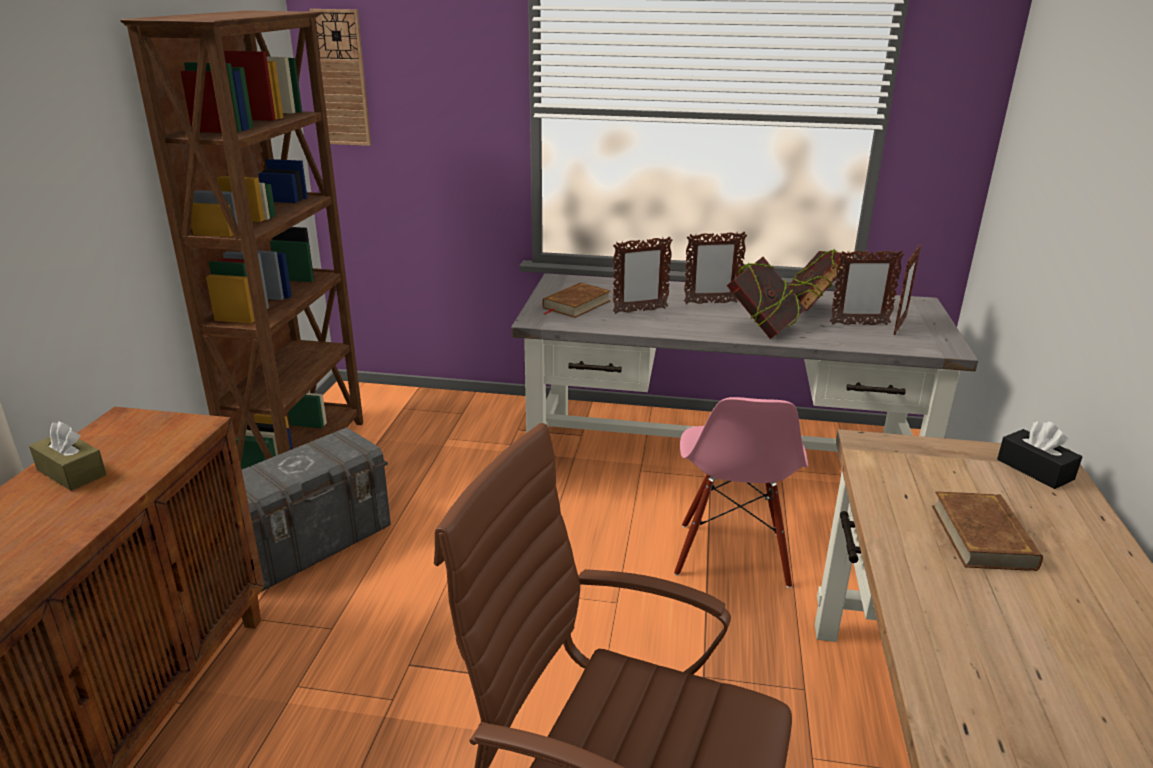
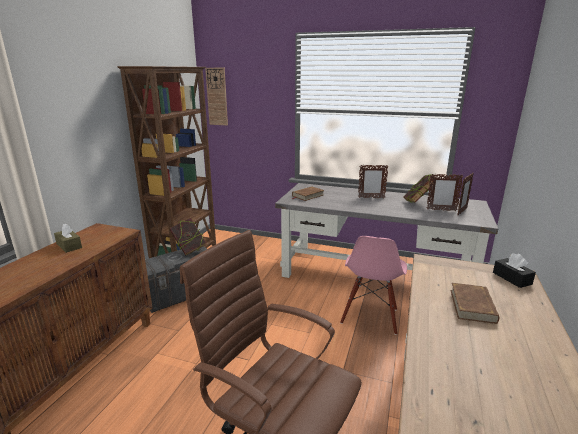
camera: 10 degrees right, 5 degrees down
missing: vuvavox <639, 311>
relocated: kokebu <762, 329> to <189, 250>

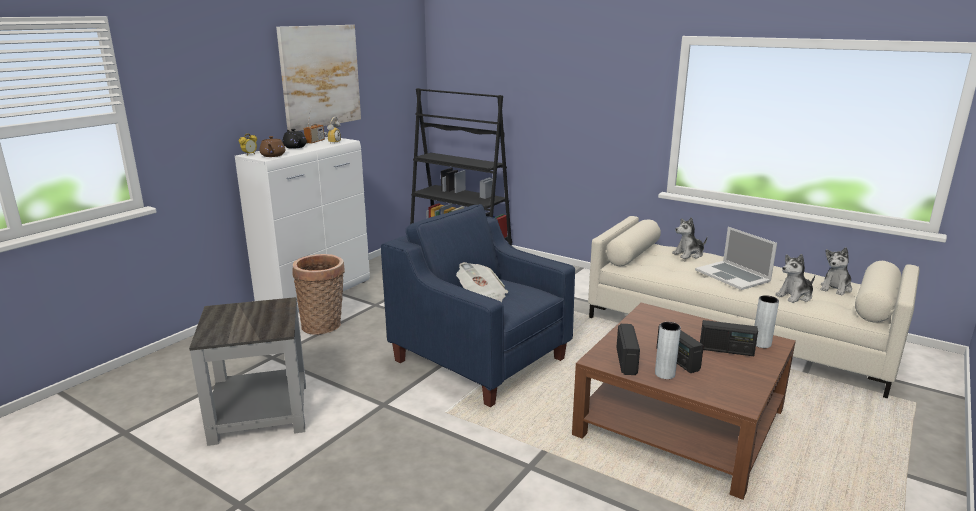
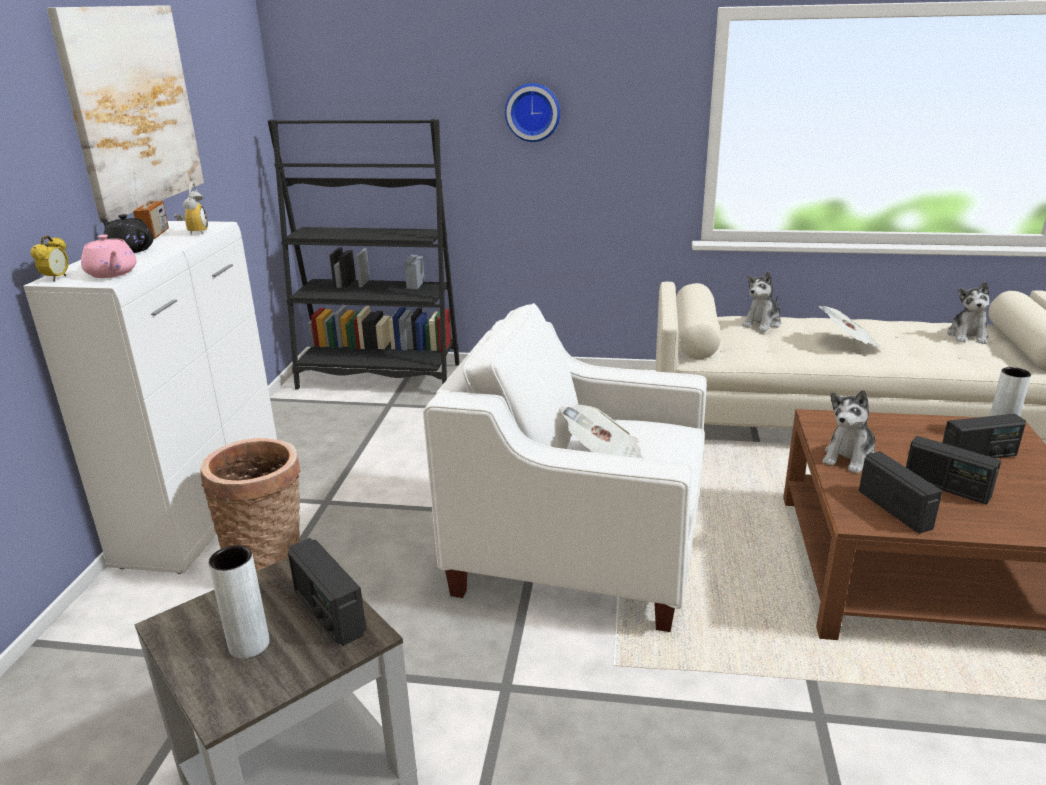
camera: 25 degrees left, 5 degrees up
appeared: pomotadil <328, 612>; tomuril <533, 112>
relocated: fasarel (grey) <664, 374> to <249, 644>; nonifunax <795, 296> to <849, 457>
exchanged: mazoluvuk <732, 275> to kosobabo <849, 343>
colour: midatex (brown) <273, 155> to midatex (pink) <112, 274>; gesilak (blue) <480, 359> to gesilak (white) <577, 552>

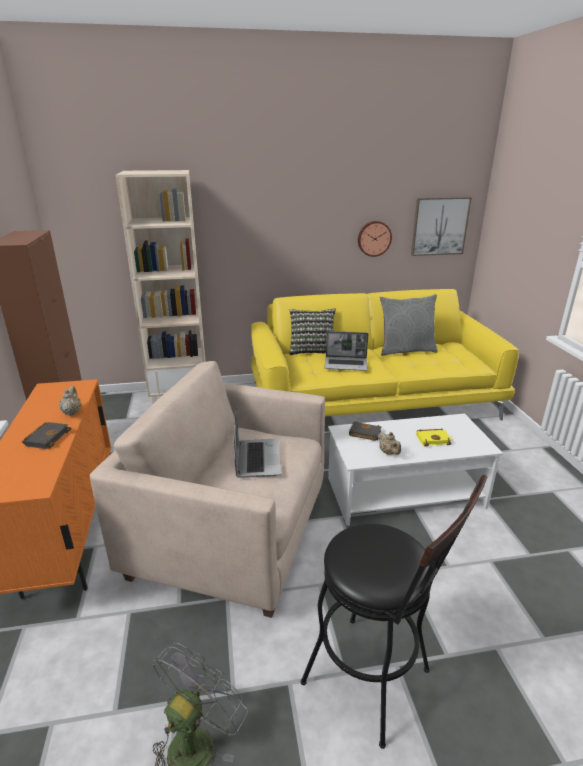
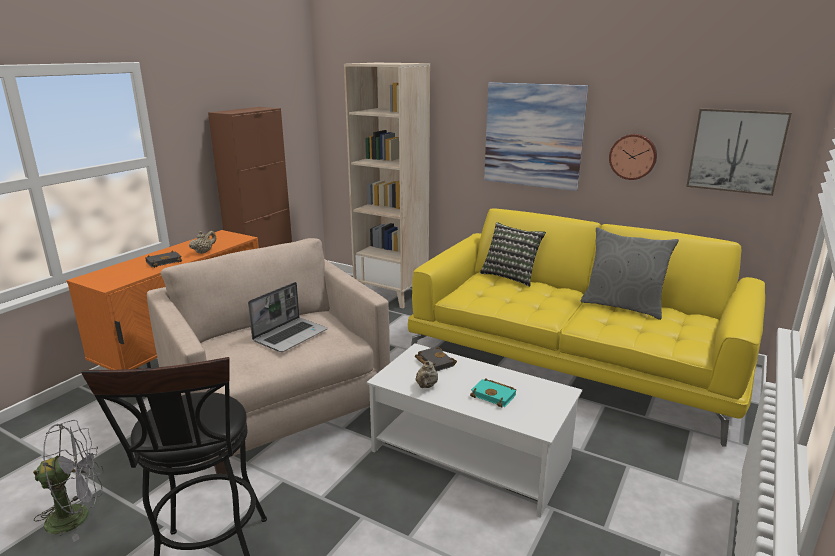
camera: 40 degrees right, 5 degrees down
missing: mazoluvuk <346, 364>
appeared: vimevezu <533, 135>
colour: kokebu (yellow) <433, 439> to kokebu (turquoise) <495, 395>

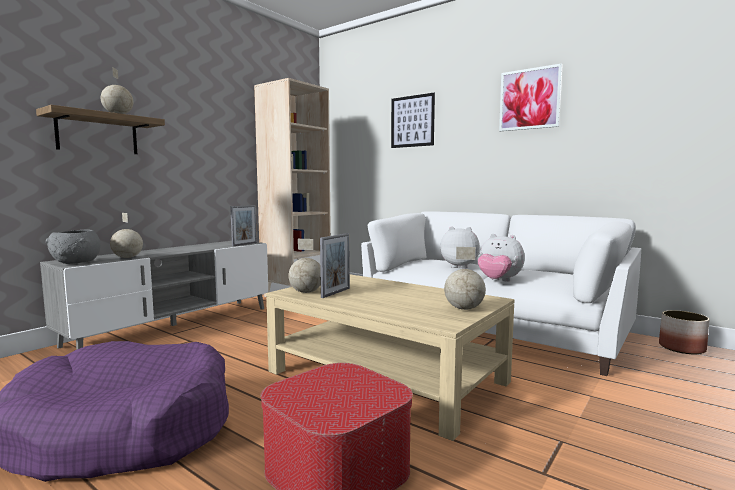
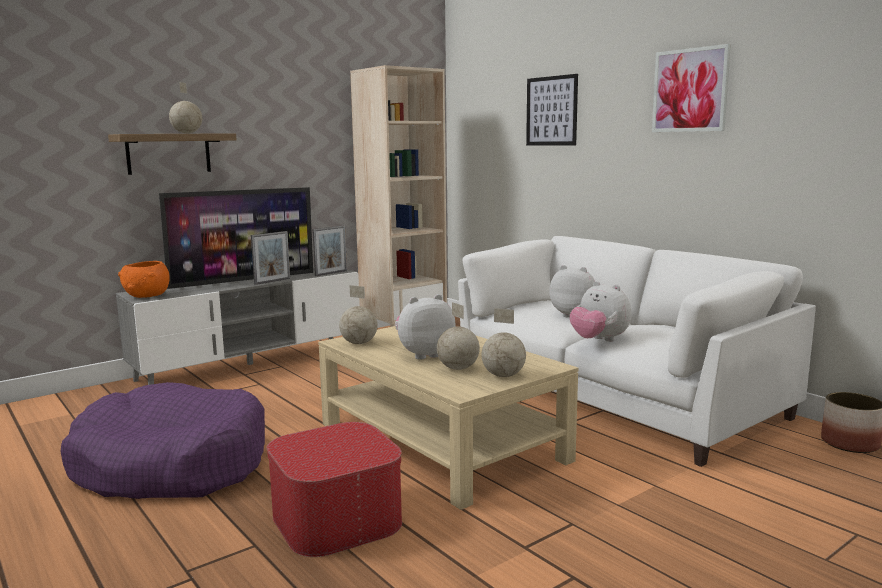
camera: 15 degrees right, 5 degrees up
appeared: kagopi <243, 280>; nonifunax <424, 354>
relocated: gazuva <127, 257> to <458, 369>; vuvavox <336, 293> to <272, 281>
colour: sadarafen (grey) <76, 263> to sadarafen (orange) <147, 296>

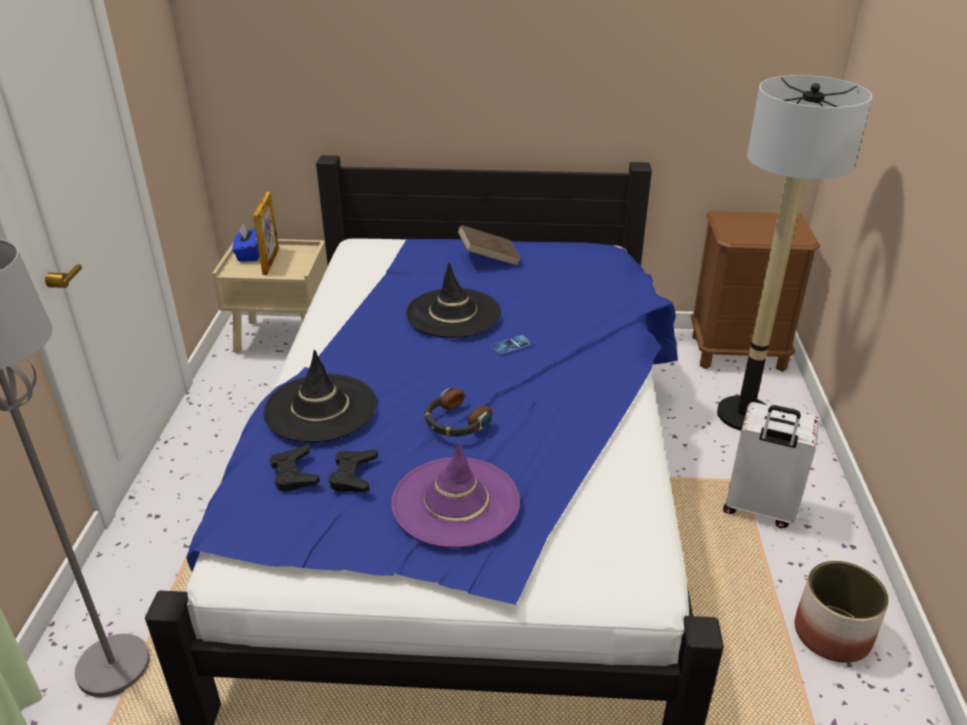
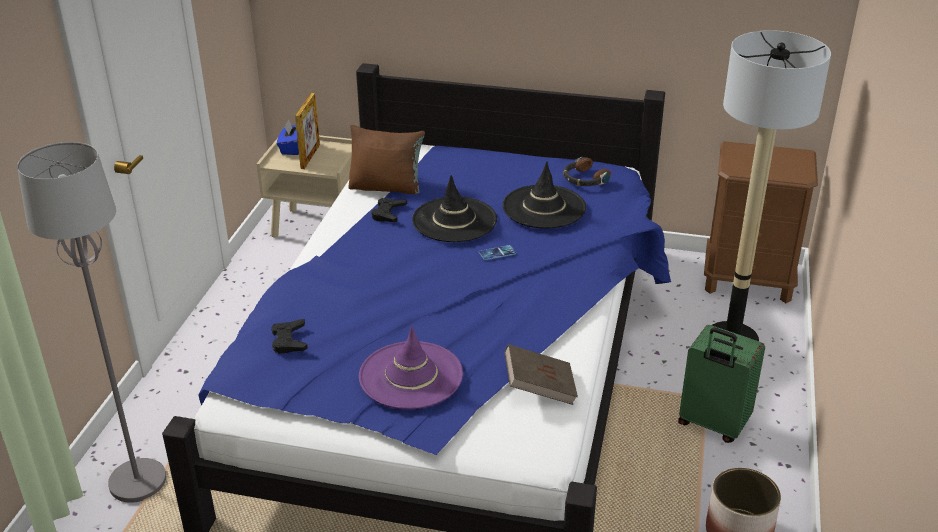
camera: 10 degrees right, 0 degrees up
appeared: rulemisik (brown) <387, 188>
relocated: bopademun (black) <320, 408> to <544, 207>; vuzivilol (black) <353, 475> to <388, 213>; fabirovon <455, 422> to <584, 179>; kokebu (brown) <488, 259> to <539, 388>
colour: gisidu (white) <758, 509> to gisidu (green) <712, 424>

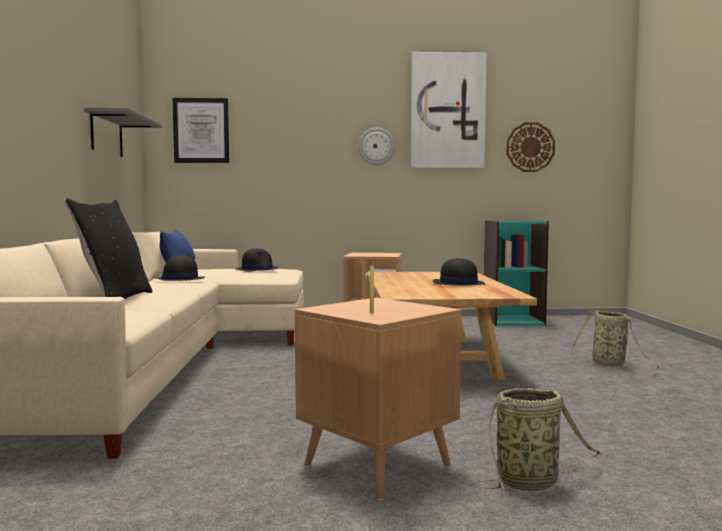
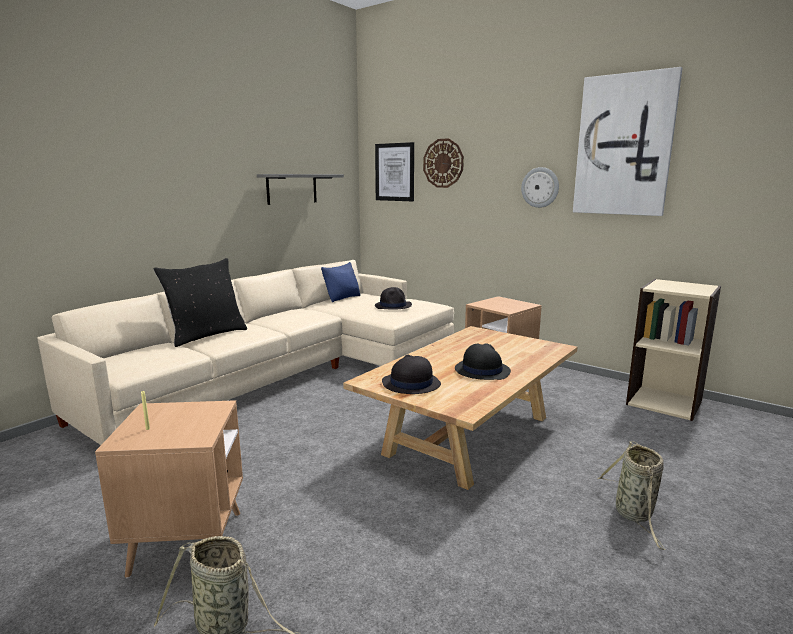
camera: 40 degrees right, 10 degrees up
relocated: bopademun (black) <179, 279> to <410, 384>; tomuril <530, 147> to <443, 163>
colour: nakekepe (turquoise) <513, 320> to nakekepe (beige) <664, 402>

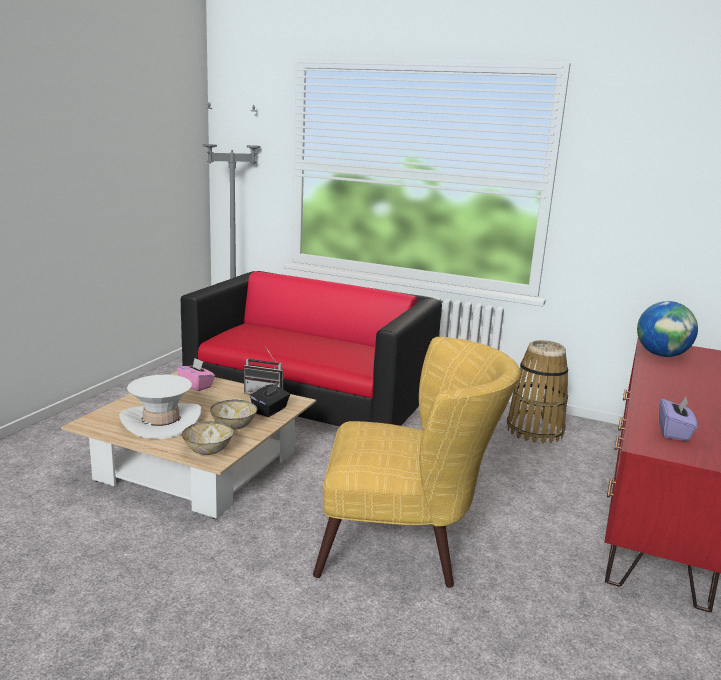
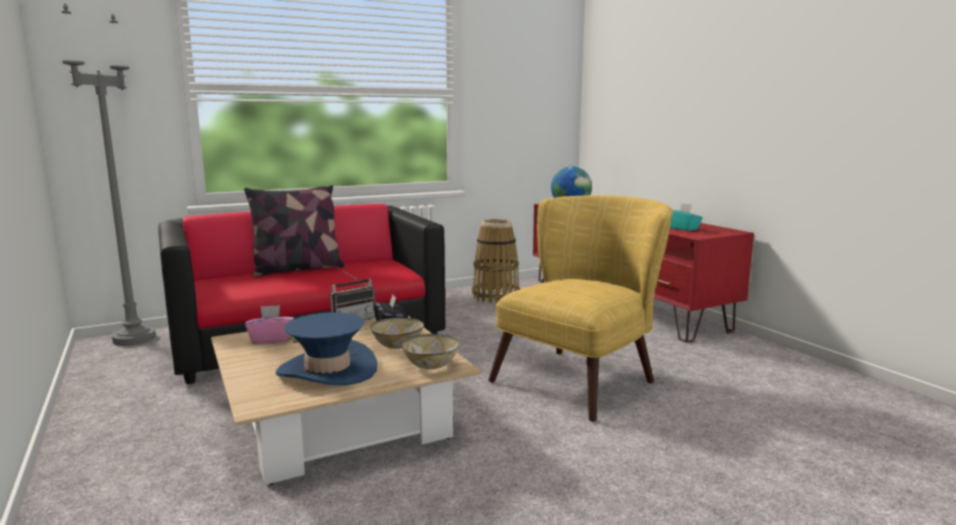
camera: 50 degrees left, 5 degrees down
appeared: rulemisik <297, 269>
colour: bopademun (white) <161, 421> to bopademun (blue) <327, 370>; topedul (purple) <674, 432> to topedul (turquoise) <682, 228>

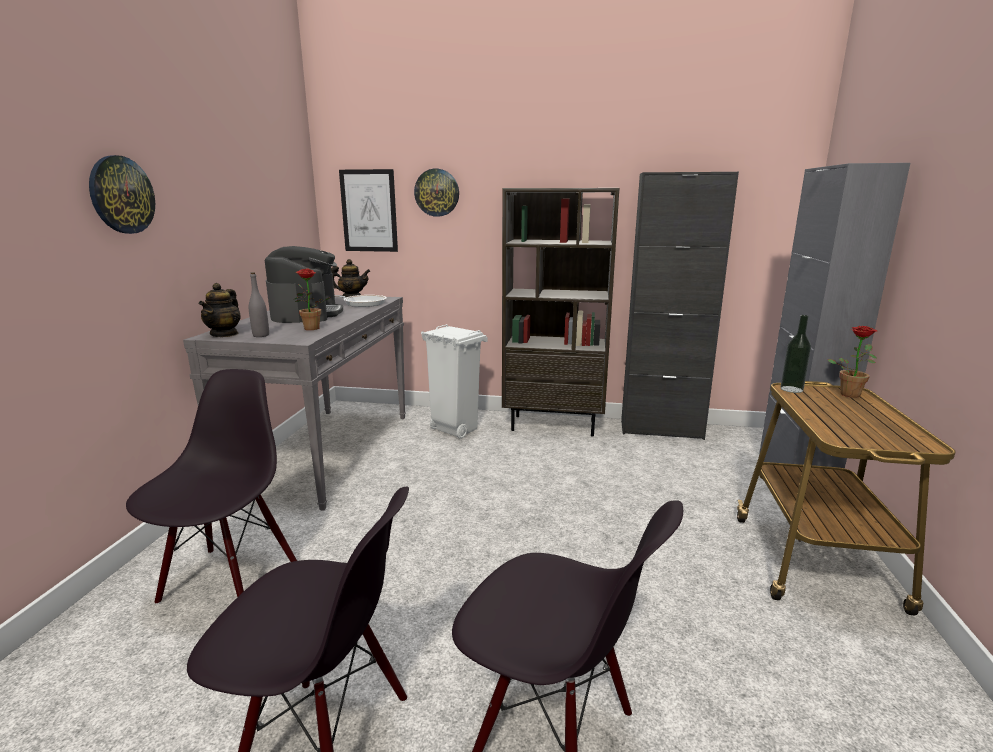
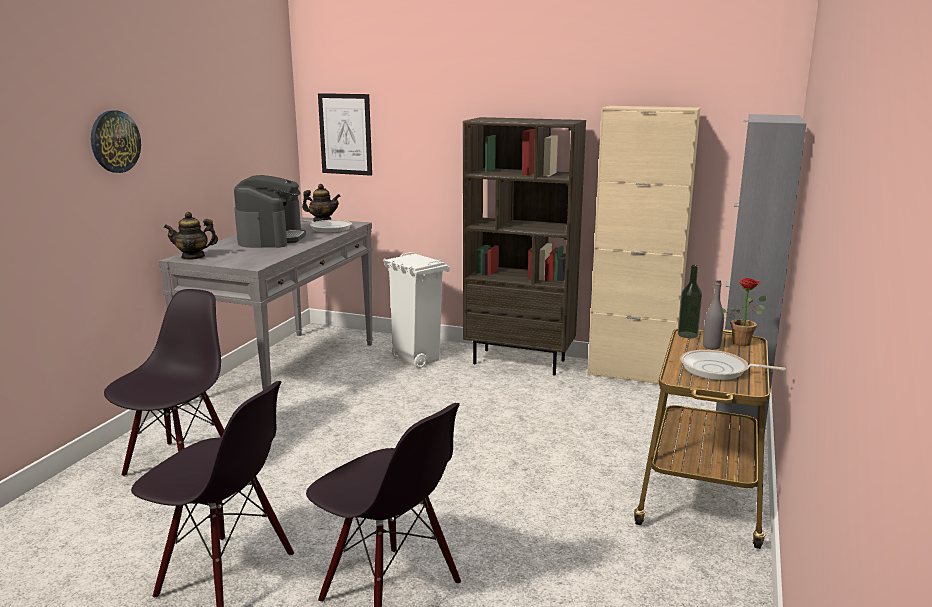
camera: 10 degrees right, 0 degrees up
missing: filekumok <312, 329>; tomuril <437, 192>
appeared: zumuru <718, 370>
relocated: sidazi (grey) <261, 335> to <711, 346>
colour: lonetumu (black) <661, 430> to lonetumu (beige) <631, 374>
spun: midatex <224, 334> = <193, 257> 60 degrees clockwise

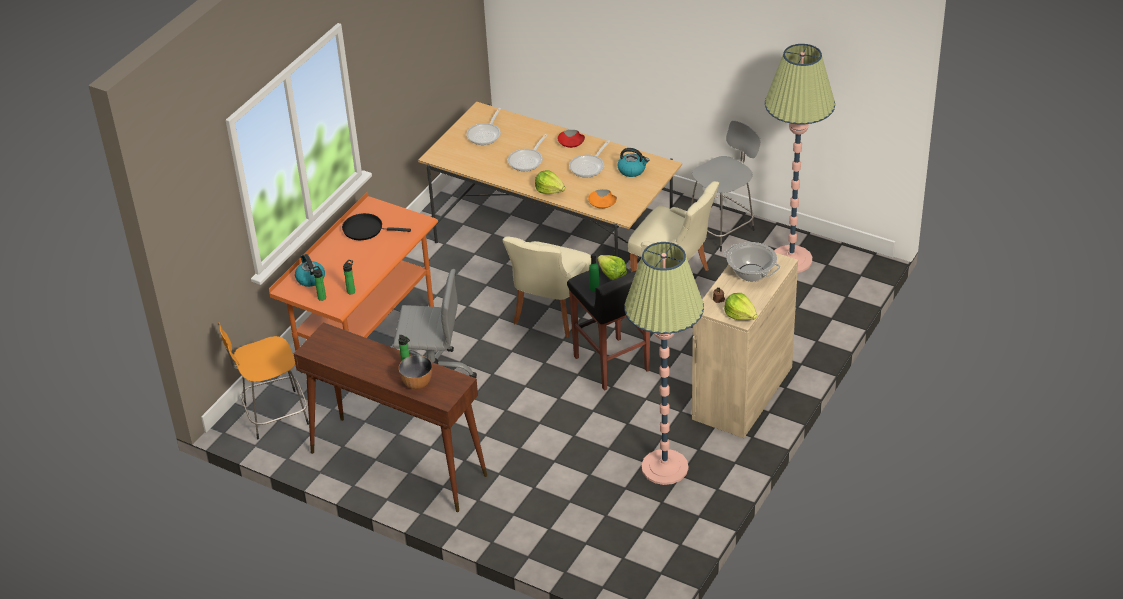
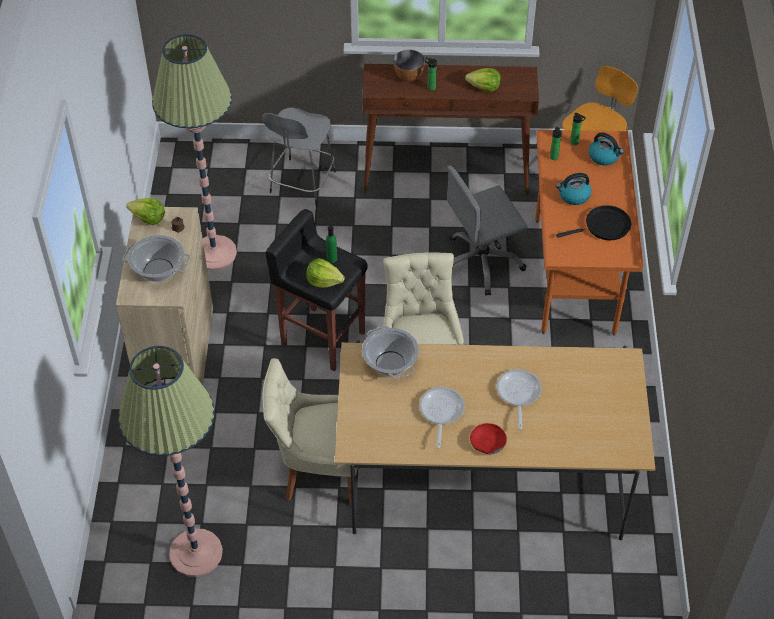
camera: 150 degrees right, 10 degrees up
missing: zumuru <485, 134>
relocated: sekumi <549, 190> to <484, 87>; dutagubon <632, 170> to <573, 196>; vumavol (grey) <722, 229> to <301, 184>
exchanged: sadarafen (orange) <602, 203> to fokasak <390, 363>

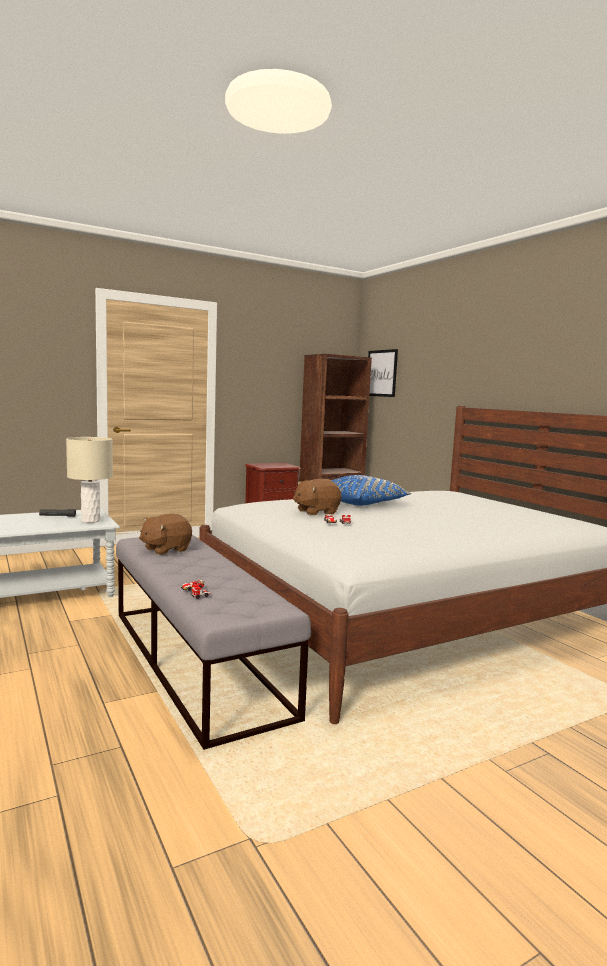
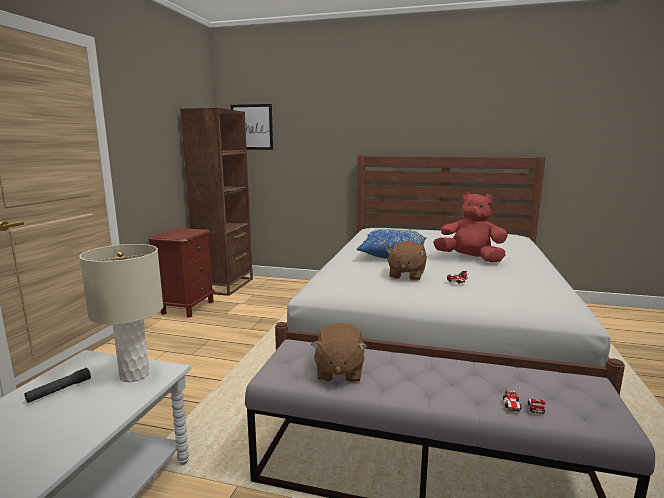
camera: 45 degrees left, 5 degrees up
appeared: nonifunax (red) <470, 259>

